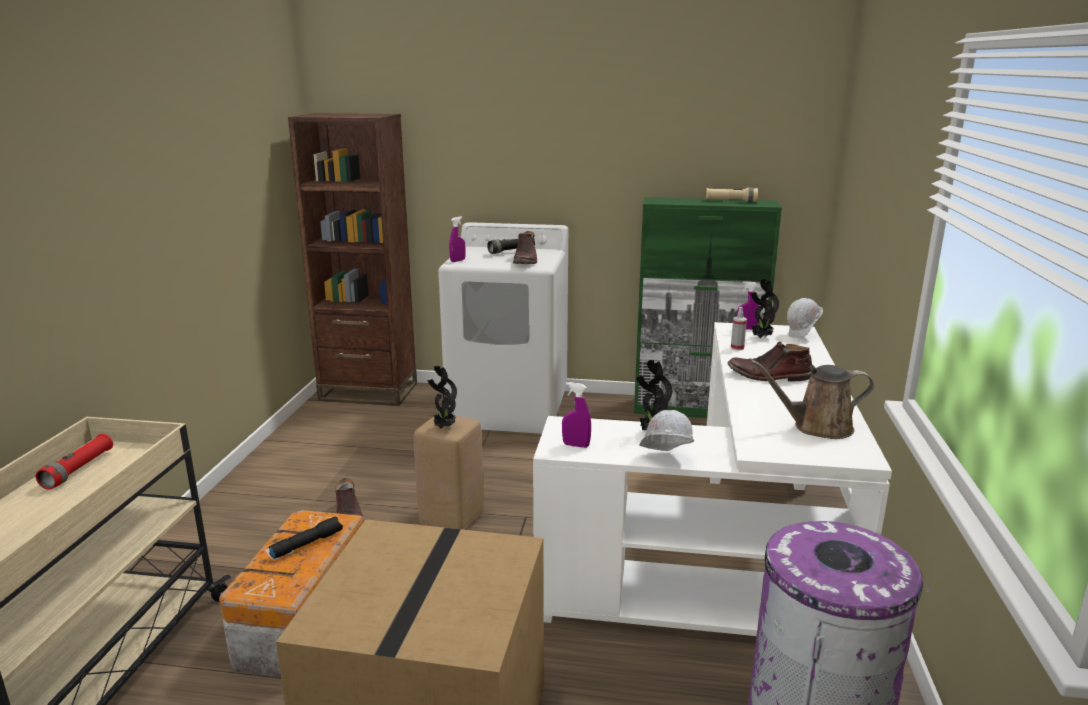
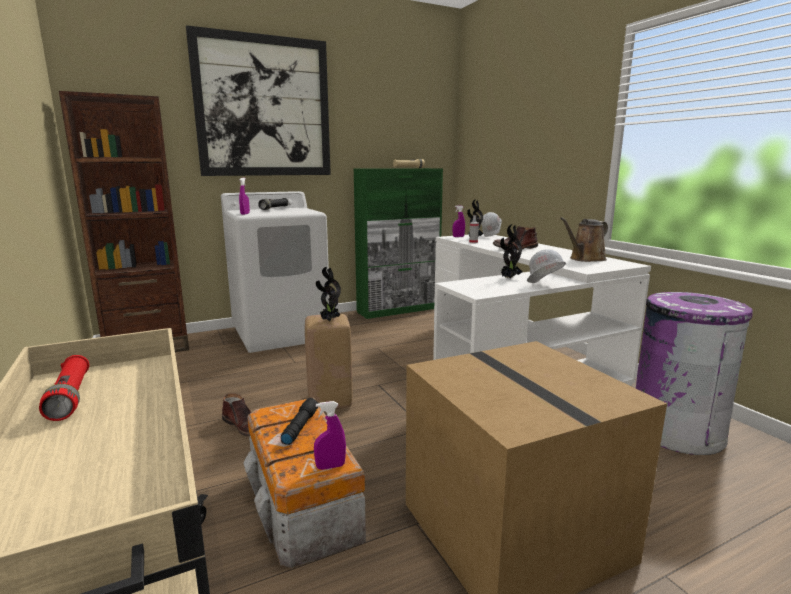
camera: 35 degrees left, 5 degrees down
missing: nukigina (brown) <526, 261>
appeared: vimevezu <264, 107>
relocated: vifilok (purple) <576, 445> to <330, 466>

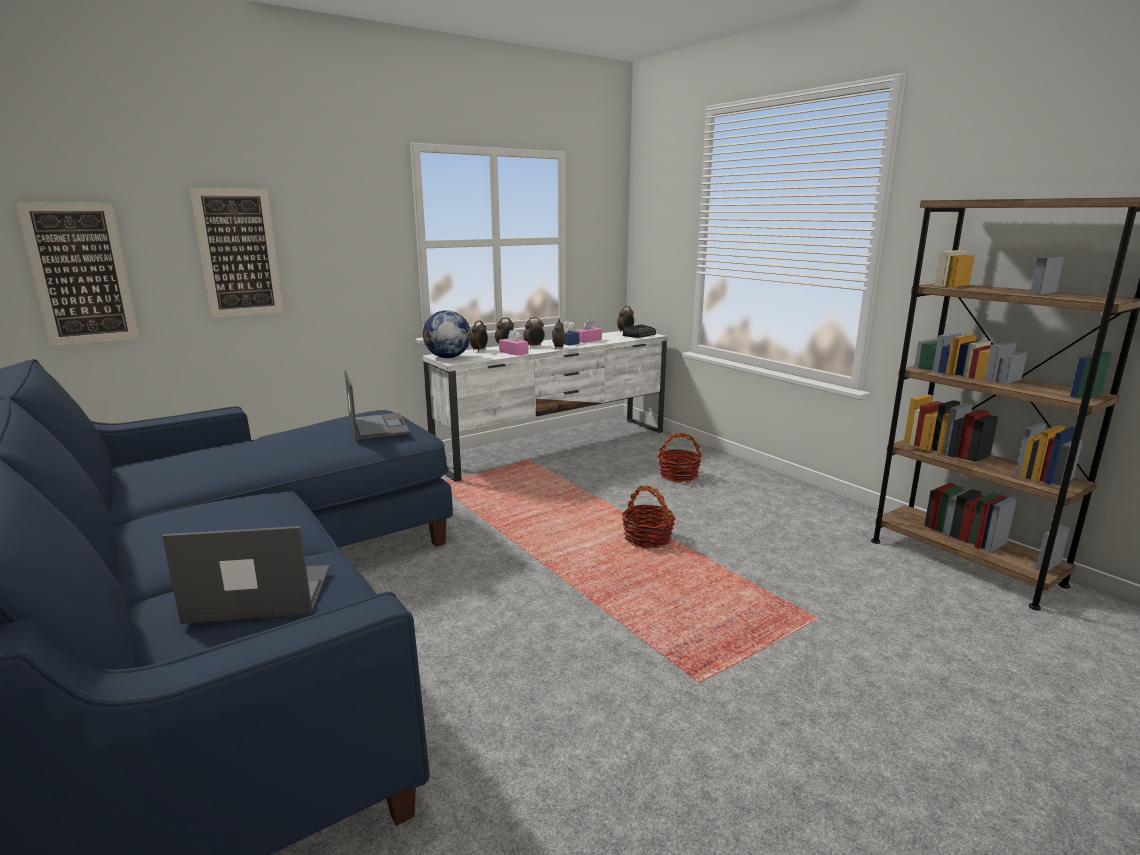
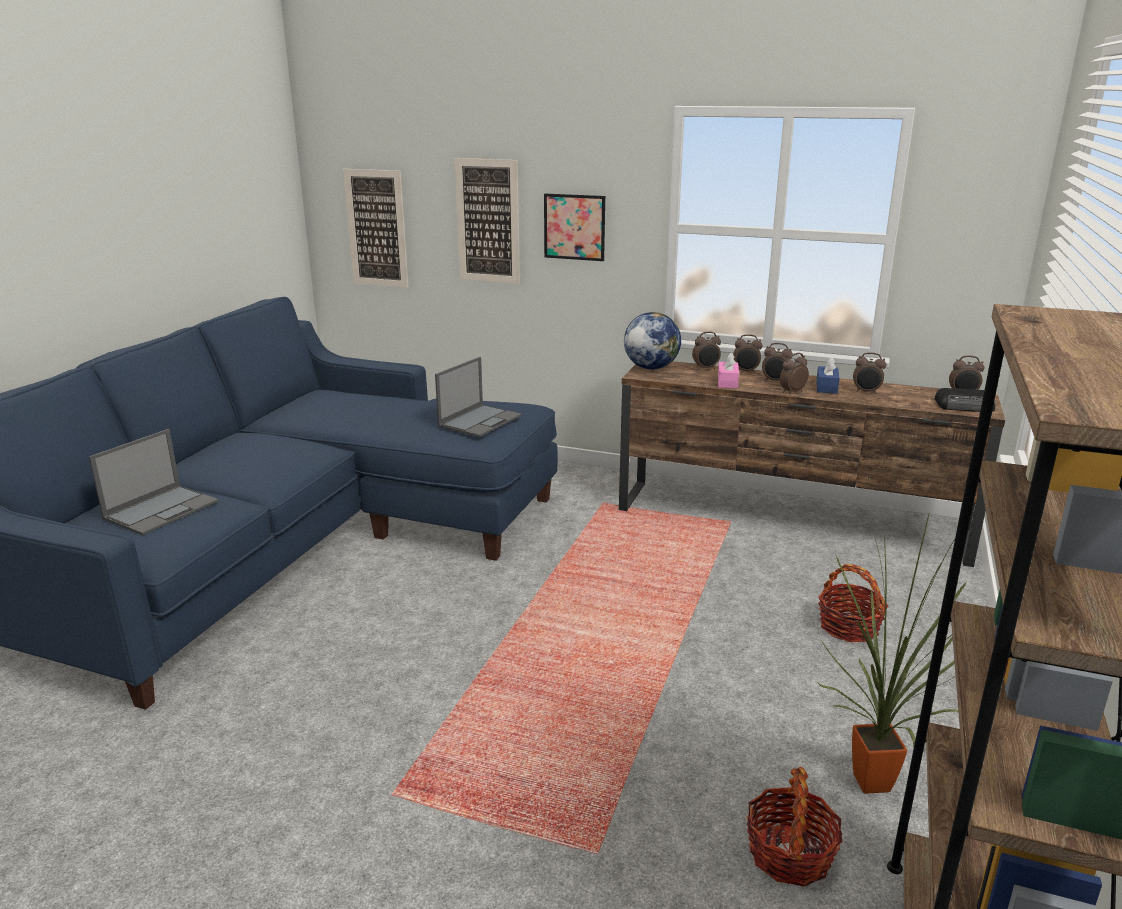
camera: 55 degrees right, 5 degrees up
appeared: vimevezu <574, 227>; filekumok <873, 788>
relocated: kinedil <647, 538> to <790, 854>
exchanged: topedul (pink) <588, 340> to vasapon <866, 392>
colour: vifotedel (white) <555, 447> to vifotedel (brown) <790, 521>
spun: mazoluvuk <258, 595> = <162, 509> 75 degrees clockwise

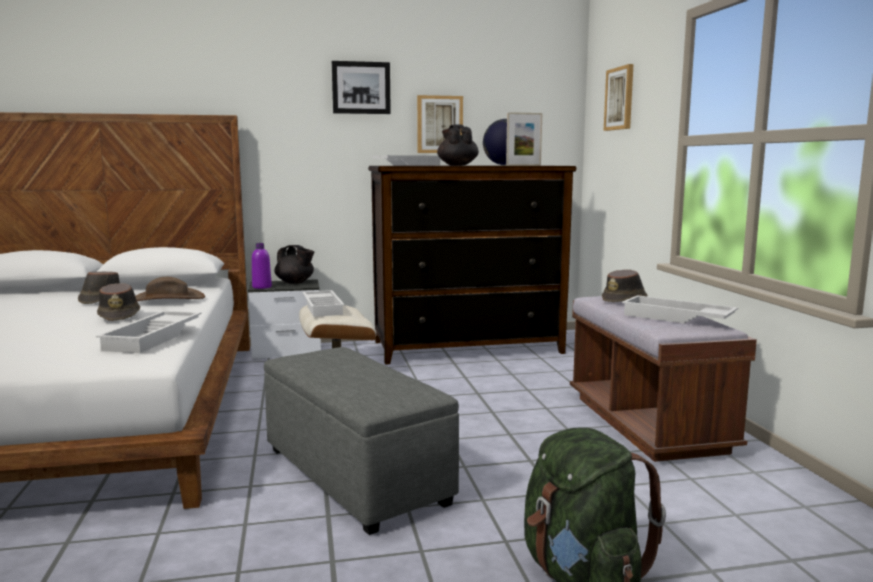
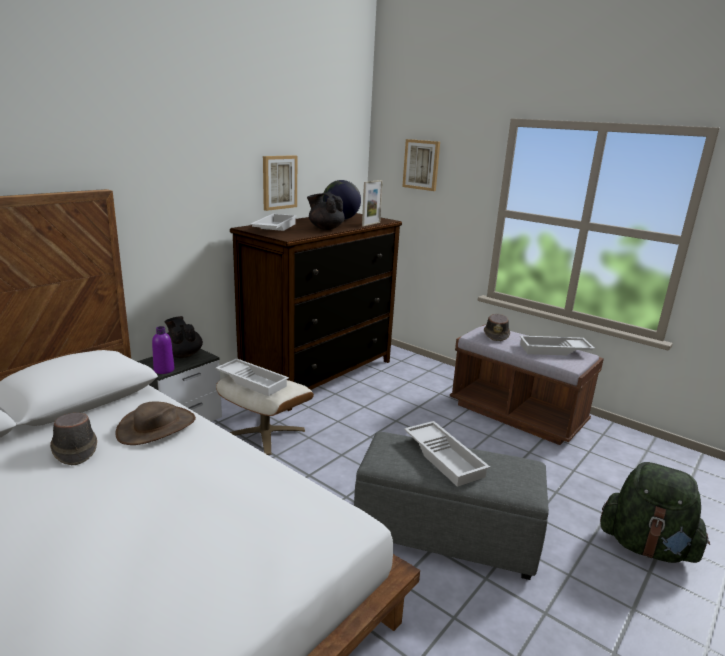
camera: 40 degrees left, 10 degrees up
missing: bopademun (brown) <120, 316>; vimevezu <361, 88>
relocated: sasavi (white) <154, 338> to <445, 457>
spun: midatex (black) <295, 282> = <182, 355> 120 degrees counterclockwise

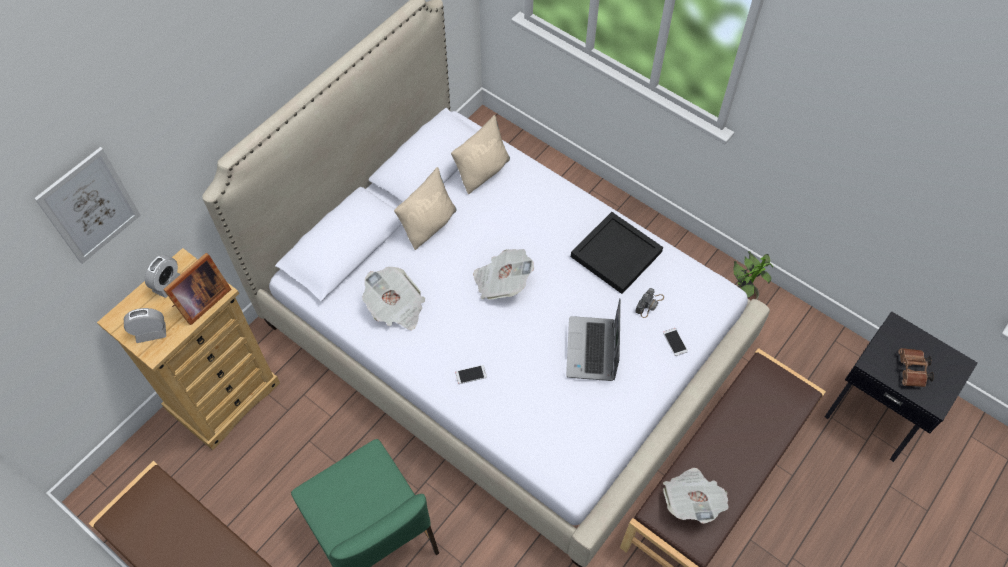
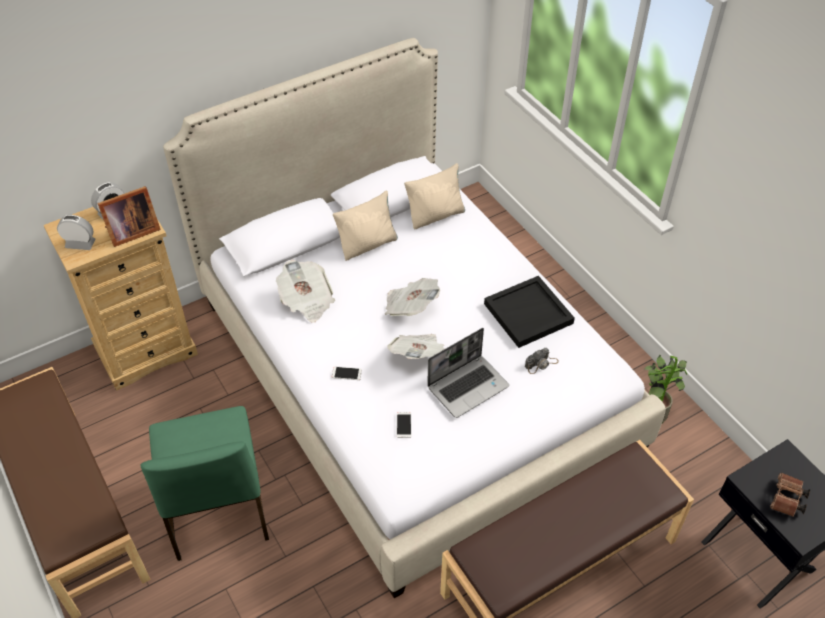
camera: 20 degrees right, 10 degrees down
missing: vimevezu <89, 206>
relocated: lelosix <675, 342> to <404, 425>; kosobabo <692, 500> to <418, 355>
spun: mazoluvuk <592, 350> = <468, 386> 150 degrees counterclockwise

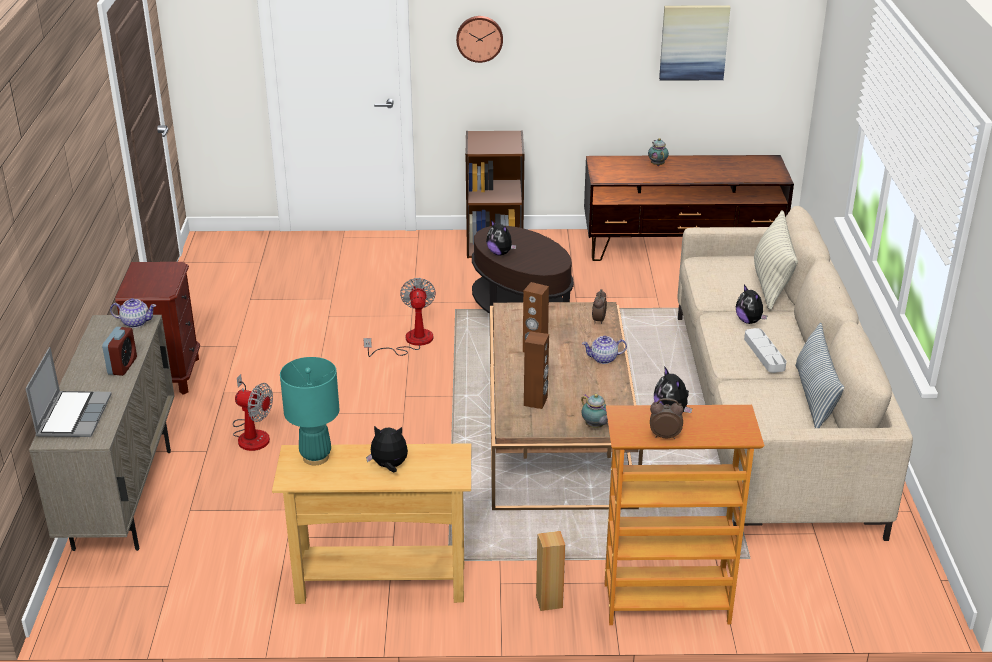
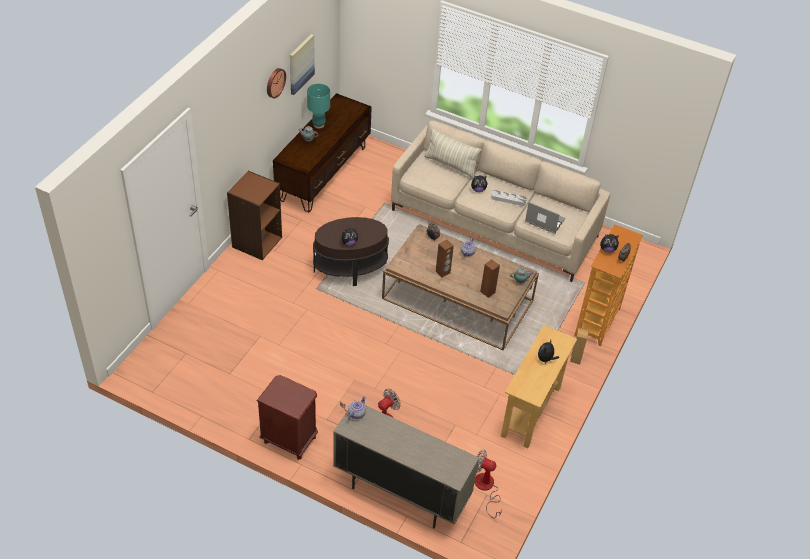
camera: 65 degrees left, 15 degrees up
missing: vasapon <122, 366>; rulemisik <814, 397>
relocated: mazoluvuk <73, 415> to <544, 221>; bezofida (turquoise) <315, 457> to <318, 125>; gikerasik <410, 342> to <486, 488>; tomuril <479, 38> to <274, 82>

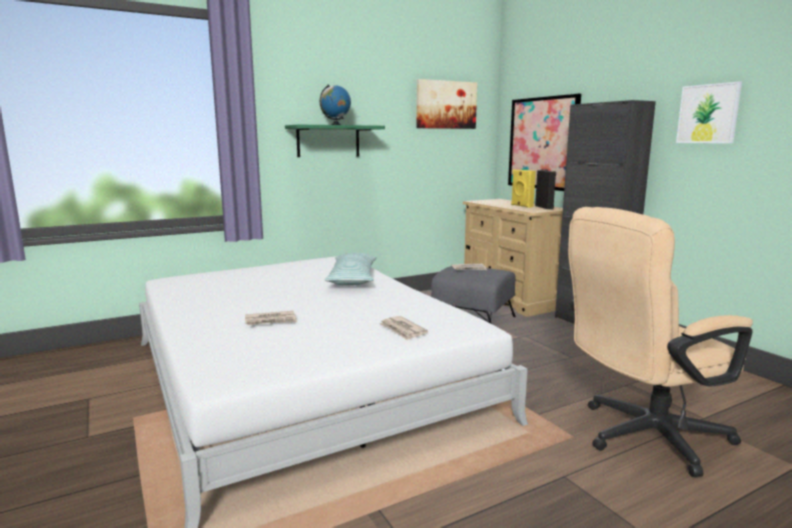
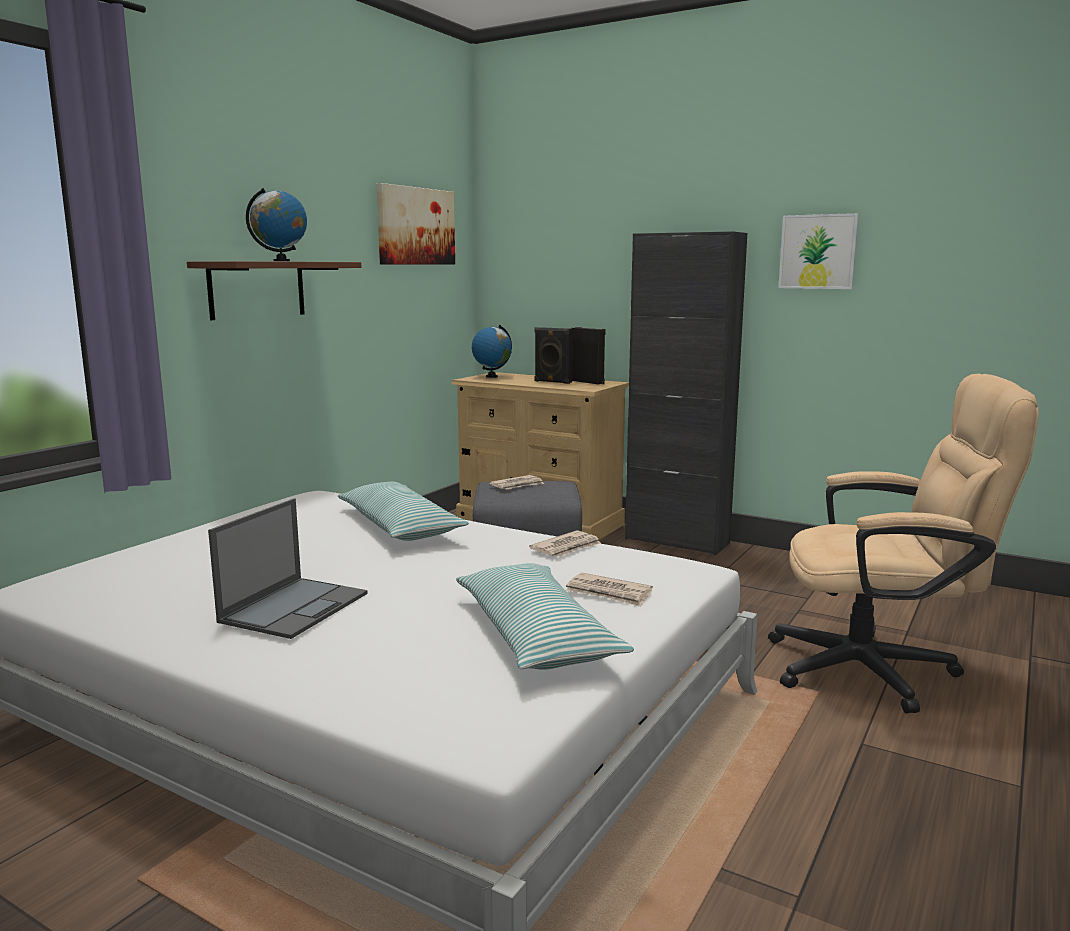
camera: 30 degrees left, 0 degrees up
missing: vimevezu <543, 143>
appeared: mazoluvuk <295, 607>; rulemisik <535, 635>; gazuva <491, 376>
relocated: kosobabo <271, 321> to <567, 547>
colour: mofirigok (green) <328, 141> to mofirigok (brown) <257, 289>; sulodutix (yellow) <521, 206> to sulodutix (black) <552, 382>
spun: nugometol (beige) <642, 437> = <880, 670> 120 degrees counterclockwise

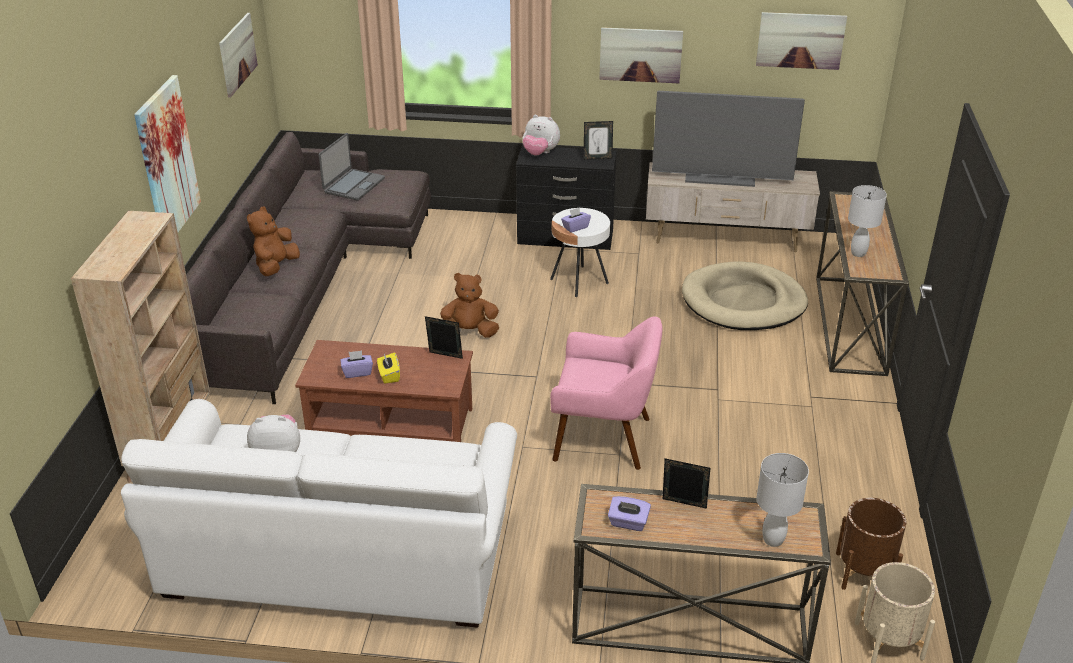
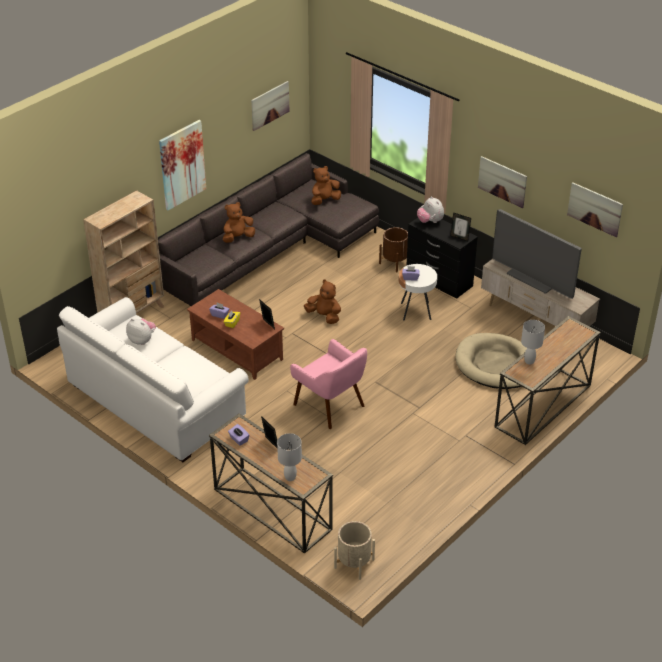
camera: 35 degrees right, 5 degrees up
relocated: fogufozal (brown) <864, 572> to <394, 263>
exchanged: mazoluvuk <353, 185> to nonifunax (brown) <324, 200>

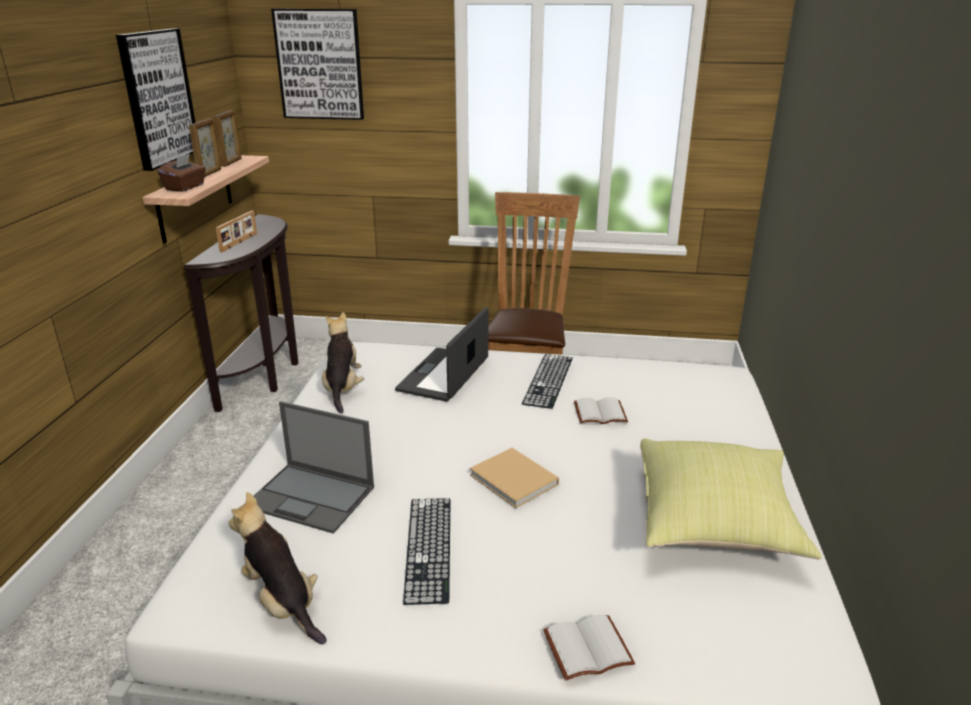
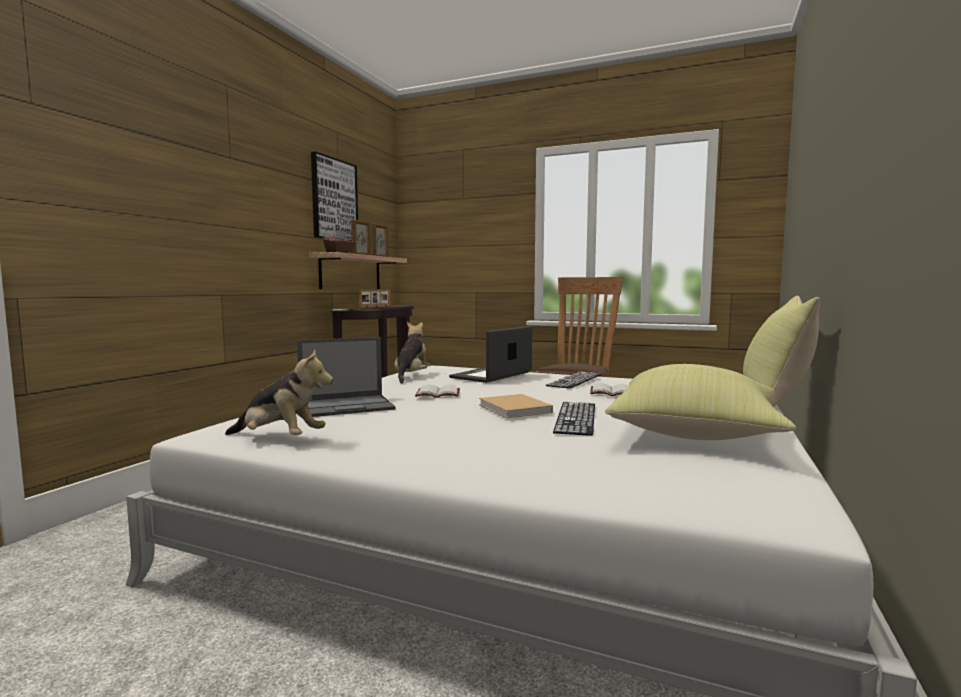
camera: 15 degrees right, 20 degrees down
missing: vimevezu <320, 64>
appeared: rulemisik (yellow) <775, 405>
relocated: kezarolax <428, 547> to <576, 417>; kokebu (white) <588, 646> to <439, 393>
spun: nonifunax <283, 602> = <279, 439> 135 degrees clockwise; mazoluvuk <312, 497> = <347, 406> 60 degrees counterclockwise

